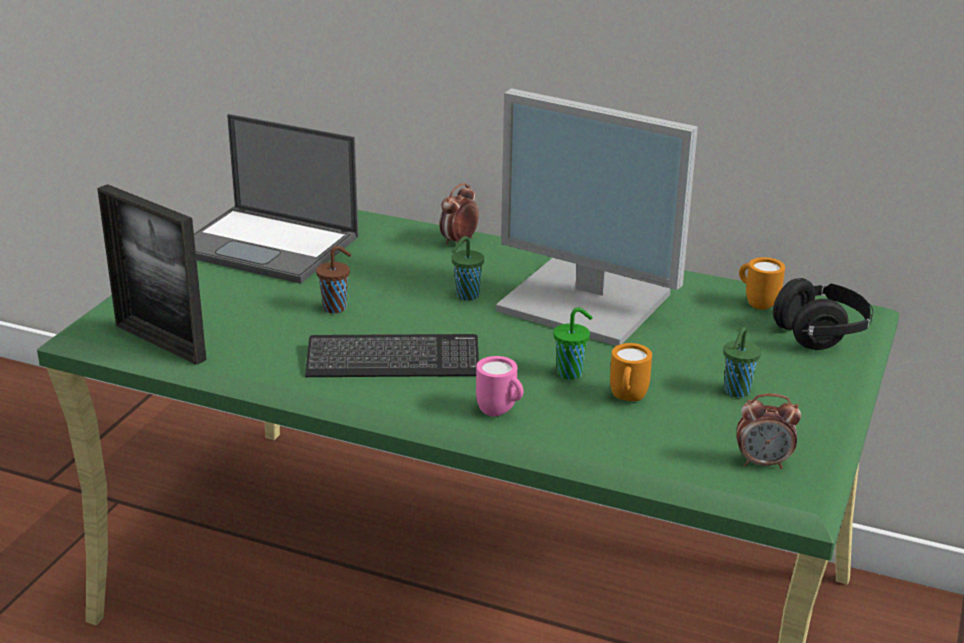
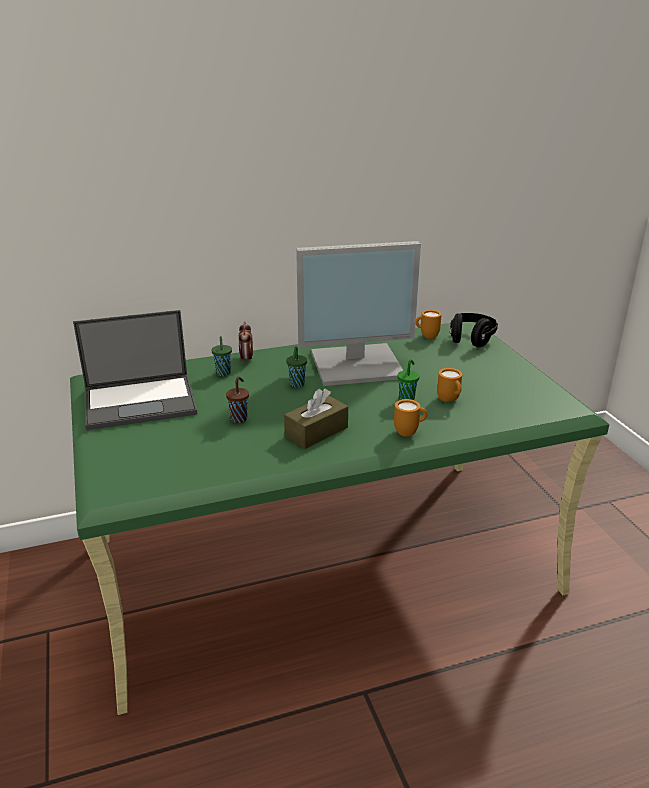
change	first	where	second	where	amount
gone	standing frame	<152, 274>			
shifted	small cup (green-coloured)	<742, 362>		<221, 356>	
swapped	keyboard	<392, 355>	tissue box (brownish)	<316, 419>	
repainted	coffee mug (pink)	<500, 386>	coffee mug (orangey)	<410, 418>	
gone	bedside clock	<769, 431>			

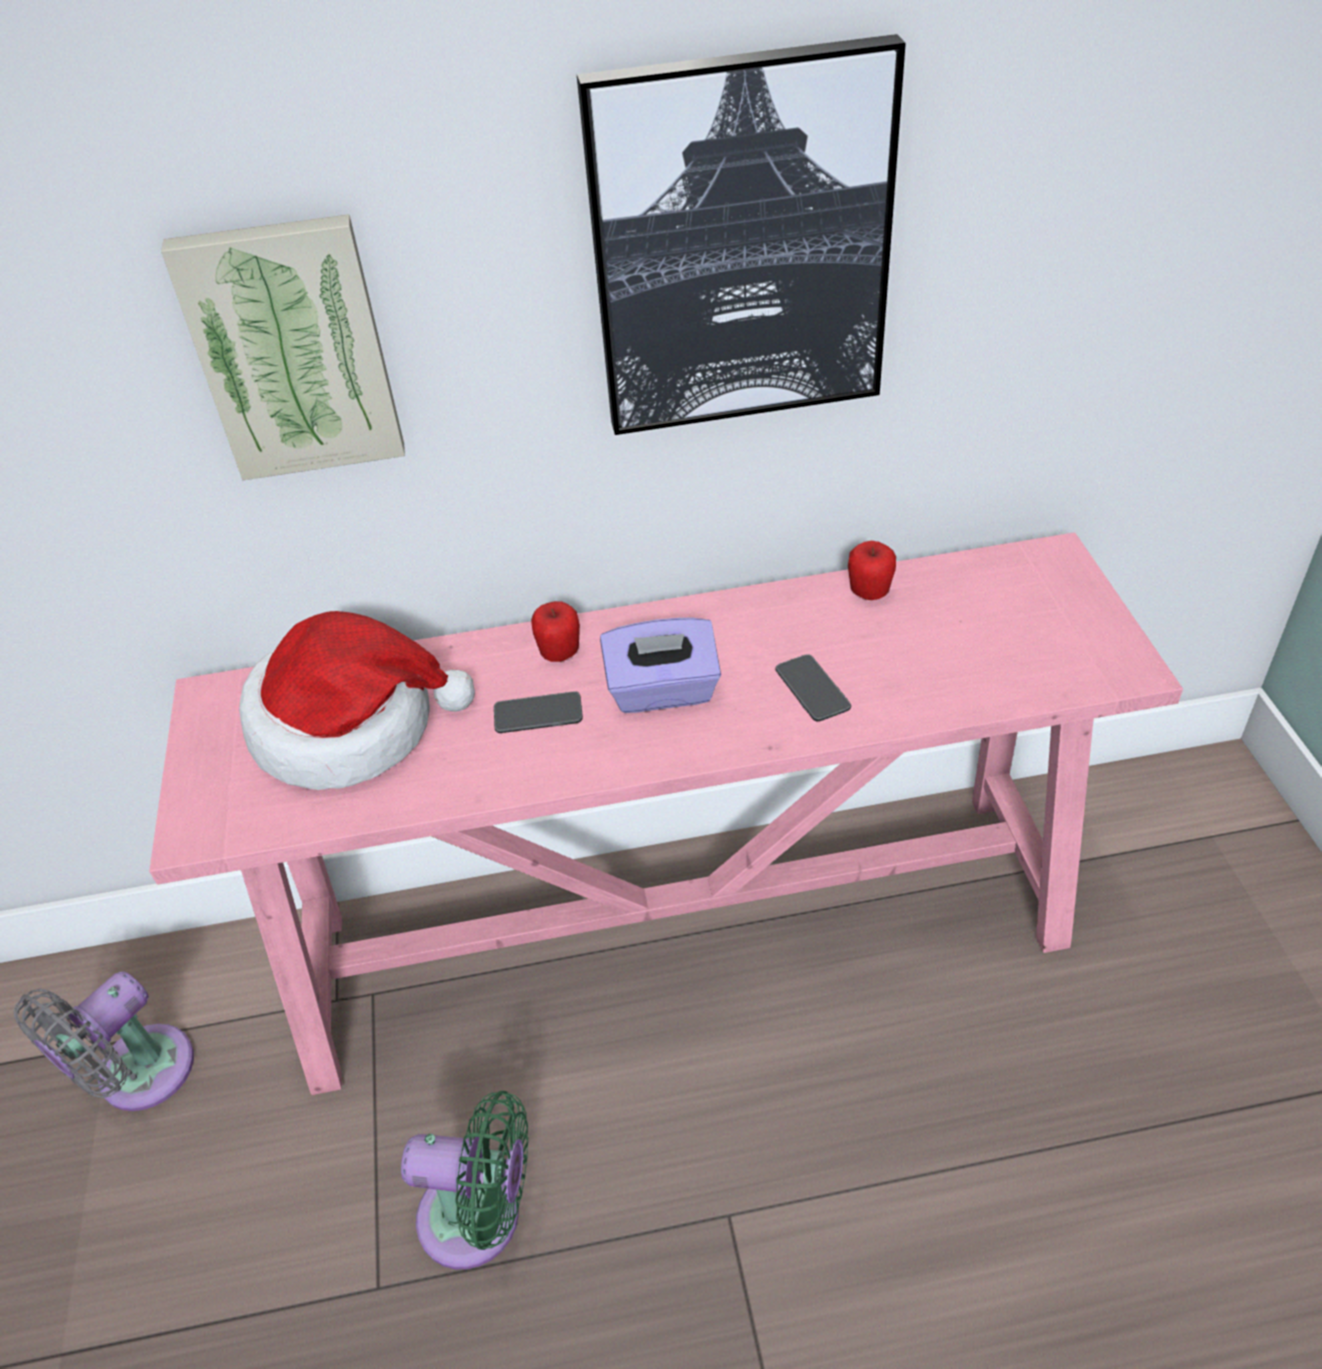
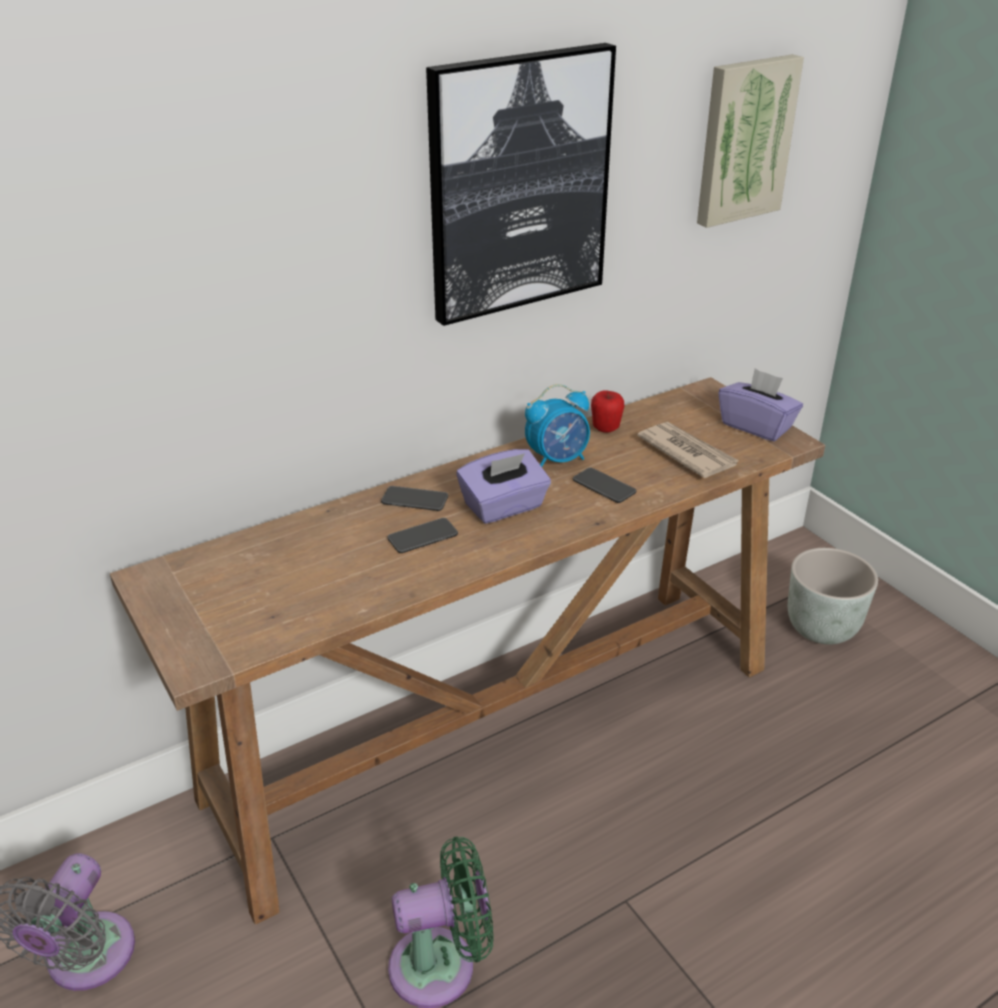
change	first	where	second	where	amount
shifted	wall picture	<283, 347>		<750, 141>	
repainted	narrow table (pink)	<666, 813>	narrow table (brownish)	<467, 651>	
swapped	apple	<555, 631>	phone	<414, 498>	
gone	clothing hat	<357, 700>			
new			tissue box (purple)	<761, 405>	
new			bedside clock	<557, 425>	
new			daily paper	<688, 450>	
new			plant pot (gray)	<833, 596>	

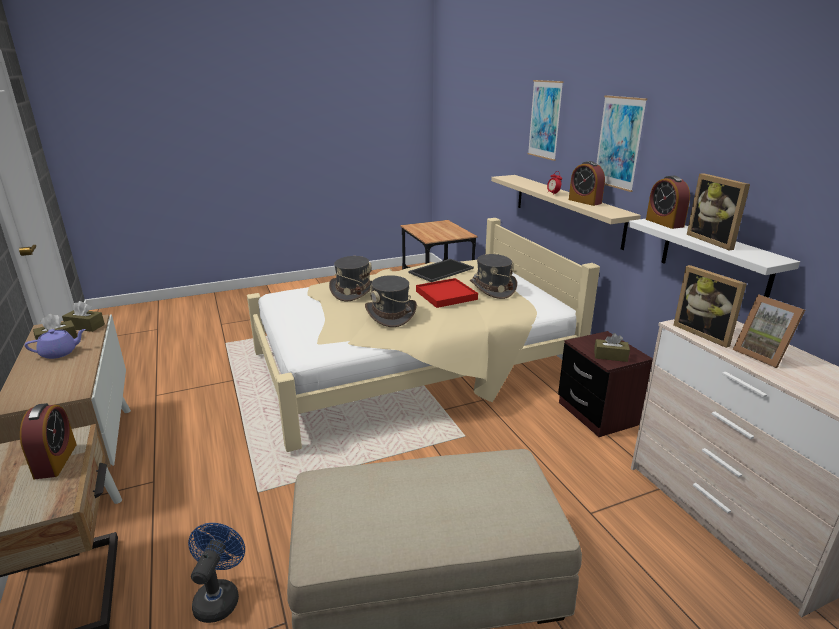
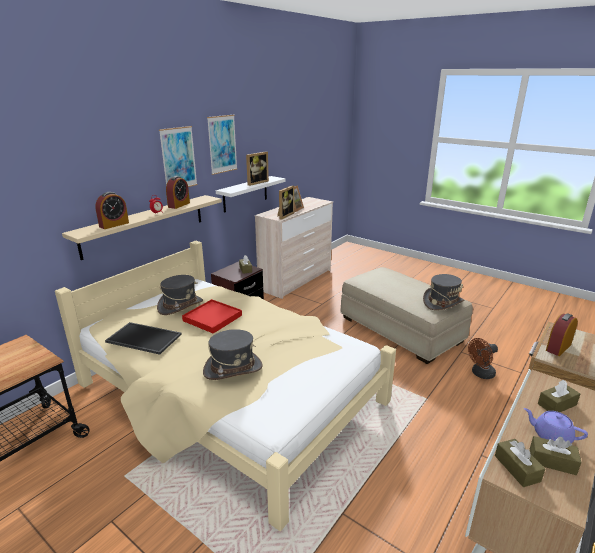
change	first	where	second	where	amount
shifted	wall picture	<546, 120>		<222, 145>	
shifted	bedside clock	<668, 202>		<112, 210>	
shifted	clothing hat (gray)	<391, 301>		<443, 292>	
repainted	electric fan (blue)	<216, 573>	electric fan (brownish)	<483, 358>	
new			tissue box (brownish)	<559, 396>	

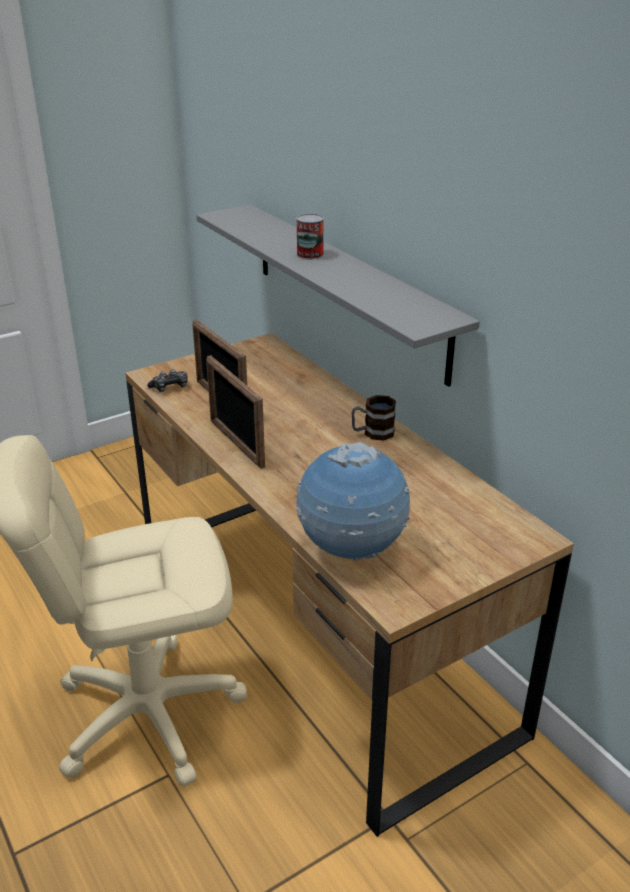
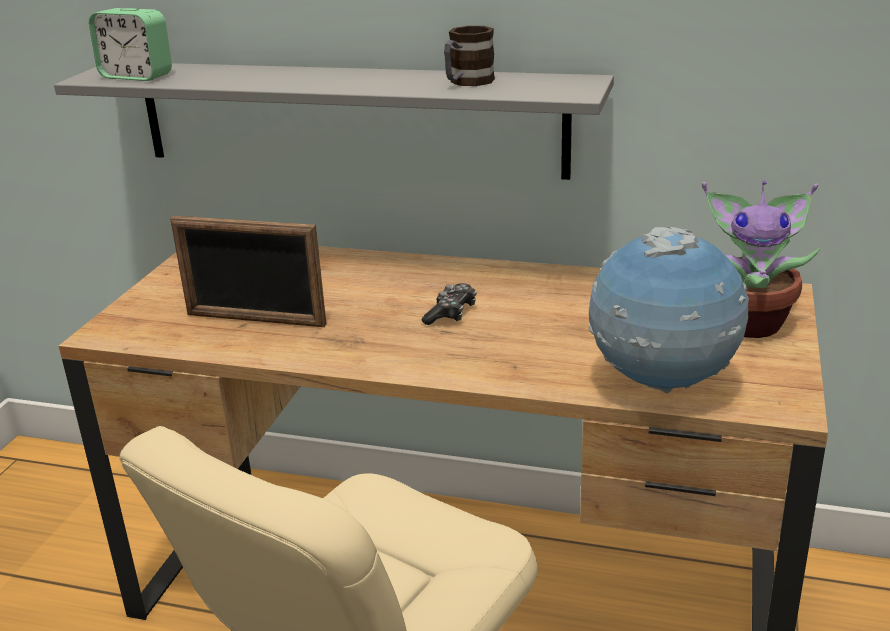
change	first	where	second	where	amount
gone	can	<310, 236>			
gone	standing frame	<235, 412>			
shifted	game controller	<167, 380>		<449, 304>	
shifted	coffee mug	<373, 418>		<469, 56>	
new			bedside clock	<130, 44>	
new			houseplant	<760, 259>	

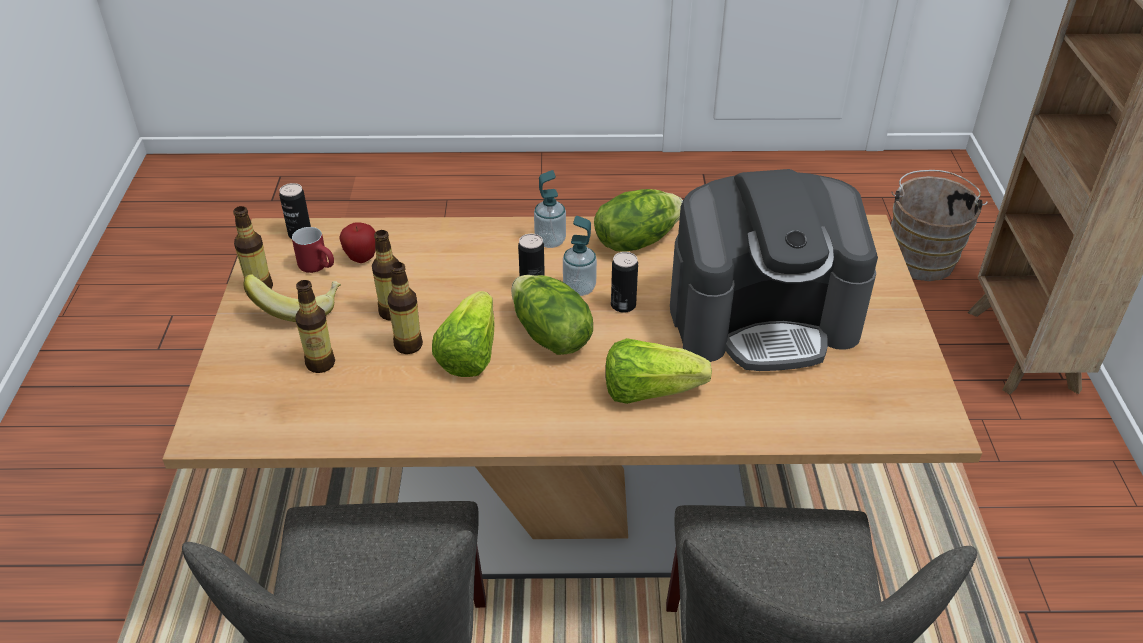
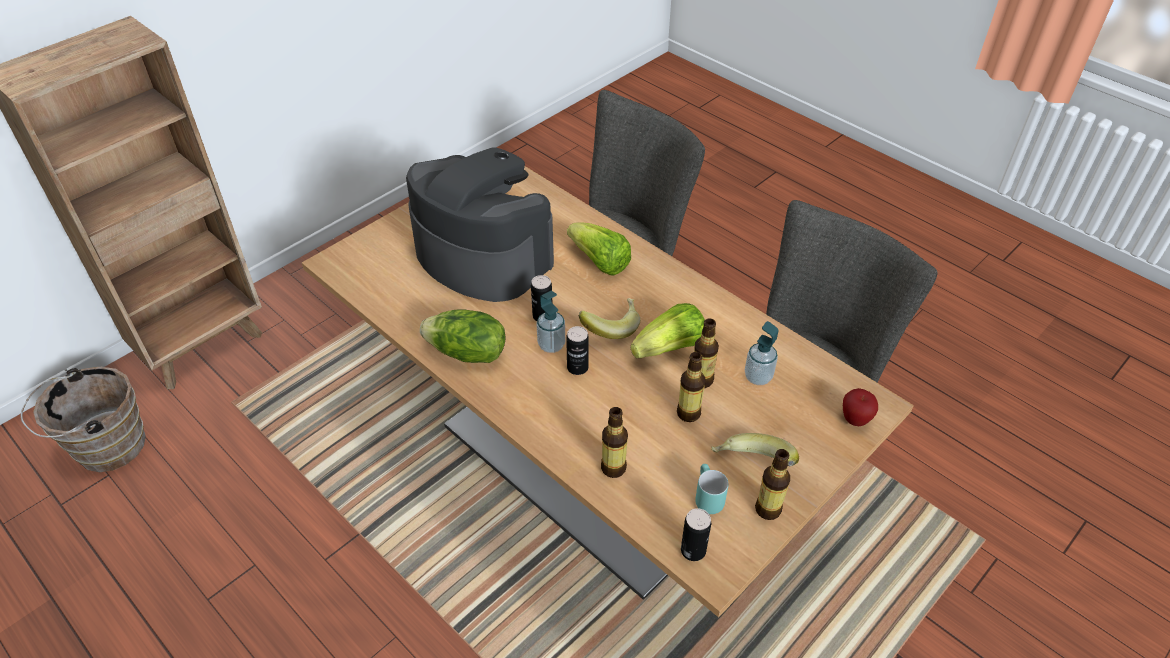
change	first	where	second	where	amount
shifted	liquid soap bottle	<550, 209>		<762, 353>	
shifted	apple	<357, 242>		<860, 407>	
repainted	coffee mug (red)	<313, 250>	coffee mug (blue-green)	<712, 489>	
swapped	lettuce	<552, 315>	whole banana	<609, 318>	
shifted	beverage bottle	<315, 326>		<614, 442>	

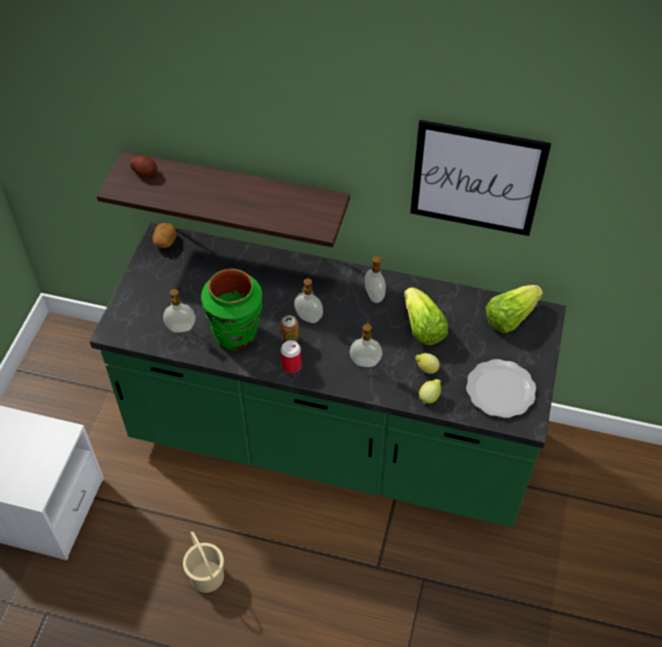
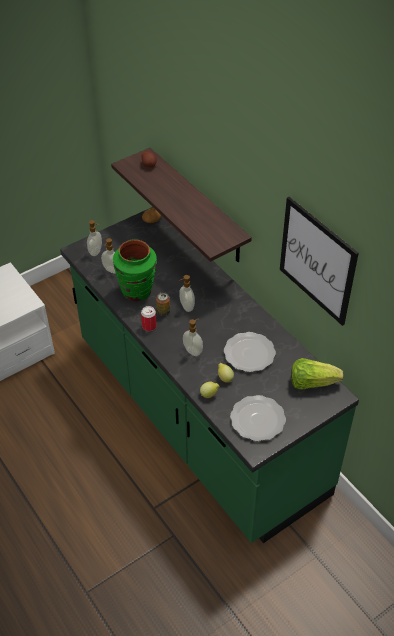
change	first	where	second	where	amount
shifted	liquid soap bottle	<376, 279>		<94, 238>	
swapped	lettuce	<426, 316>	plate	<250, 352>	
gone	bucket (beige-coloured)	<203, 562>			

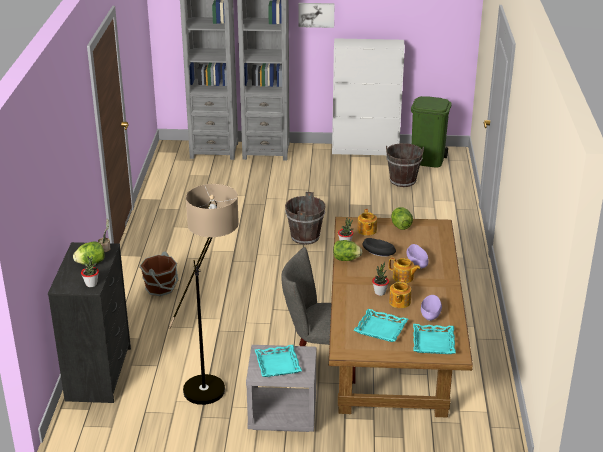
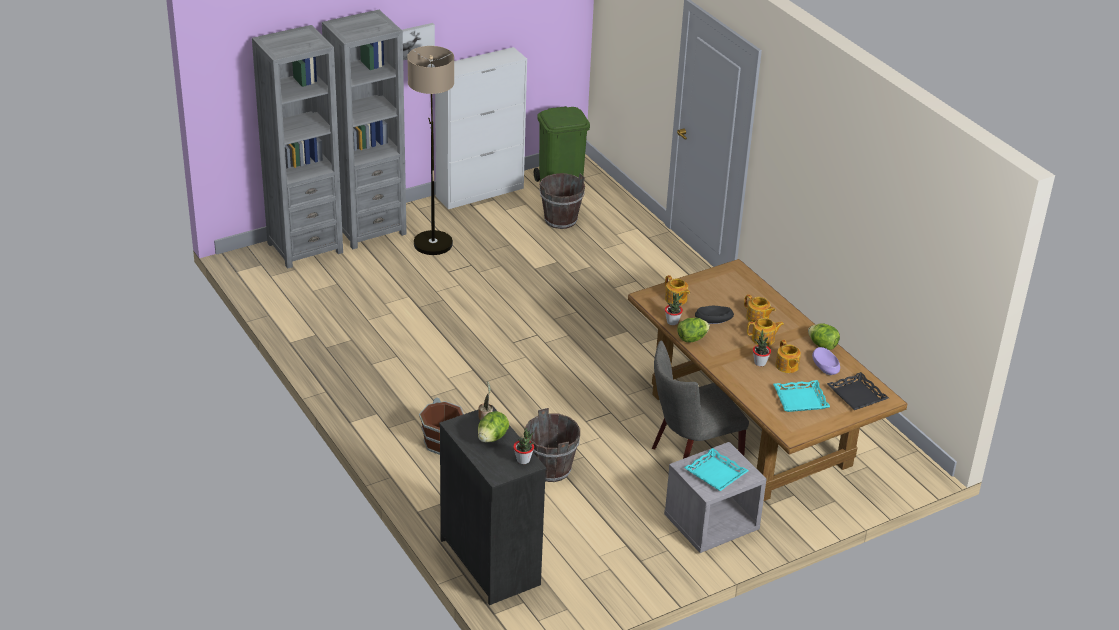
change	first	where	second	where	amount
shifted	standing lamp	<204, 294>		<430, 150>	
shifted	bucket (brownish)	<305, 218>		<552, 445>	
shifted	lettuce	<402, 218>		<824, 336>	
swapped	deep dish (purple)	<417, 256>	pot for tea	<759, 308>	
repainted	carrying tray (blue-green)	<434, 339>	carrying tray (blackish)	<858, 391>	

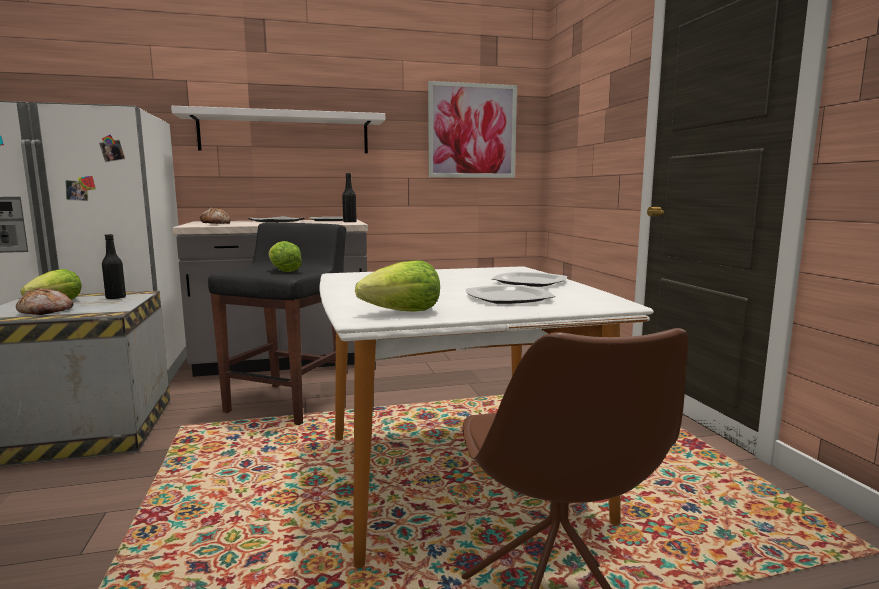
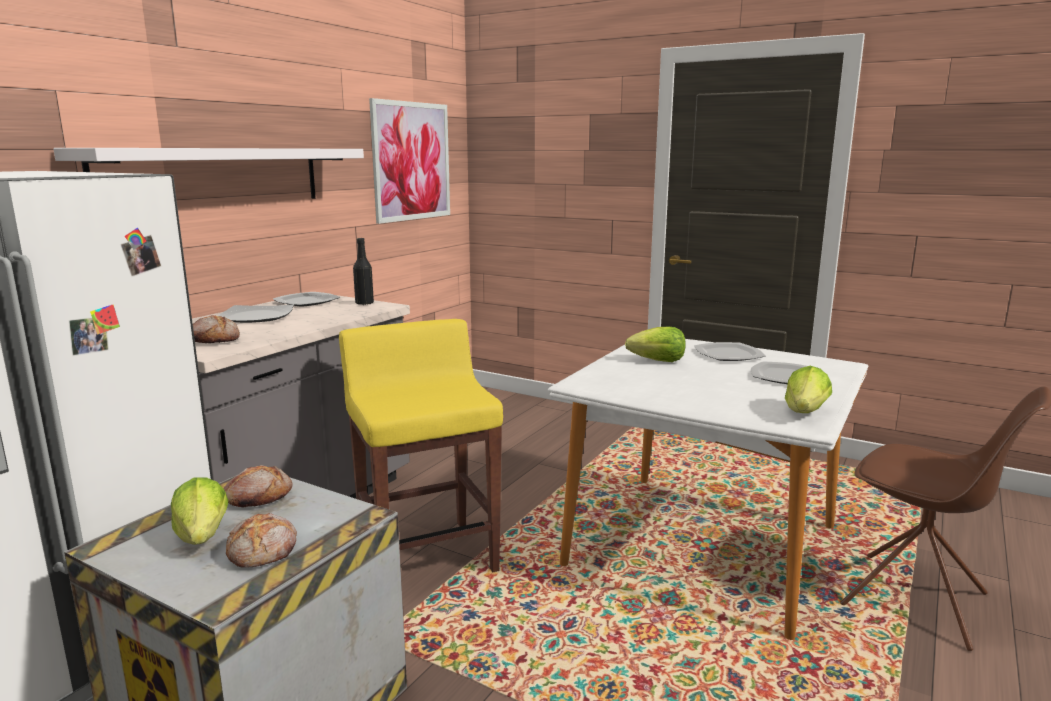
change	first	where	second	where	amount
repainted	stool seat (blackish)	<277, 324>	stool seat (yellowish)	<421, 445>	
swapped	beverage bottle (blackish)	<114, 266>	baked bread	<258, 486>	
shifted	lettuce	<285, 256>		<655, 344>	

